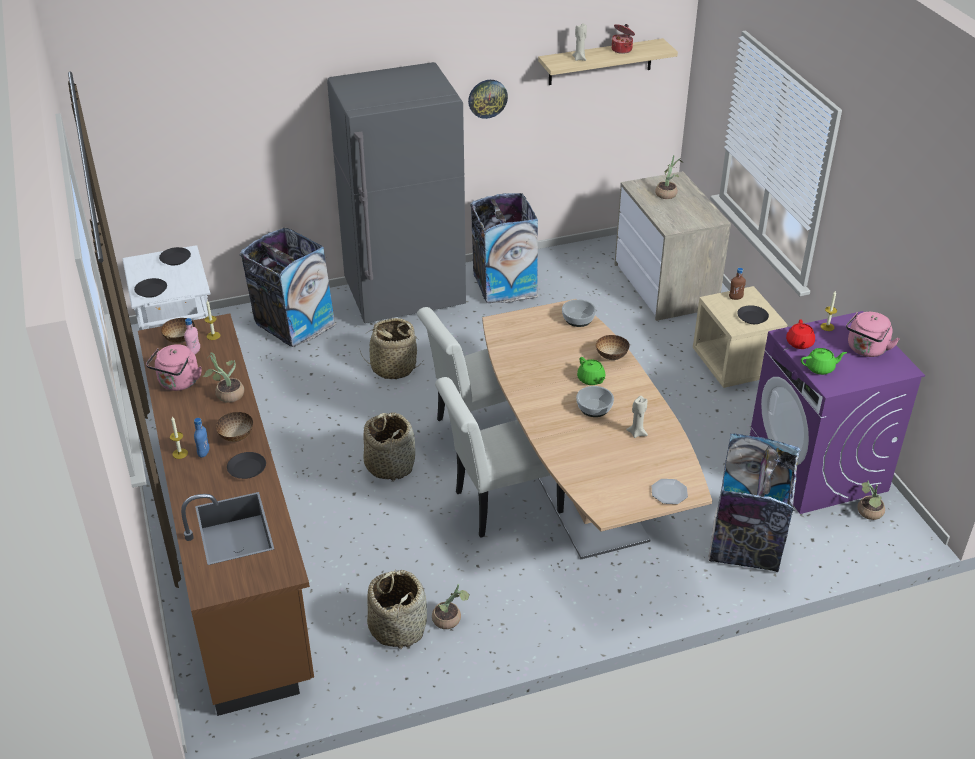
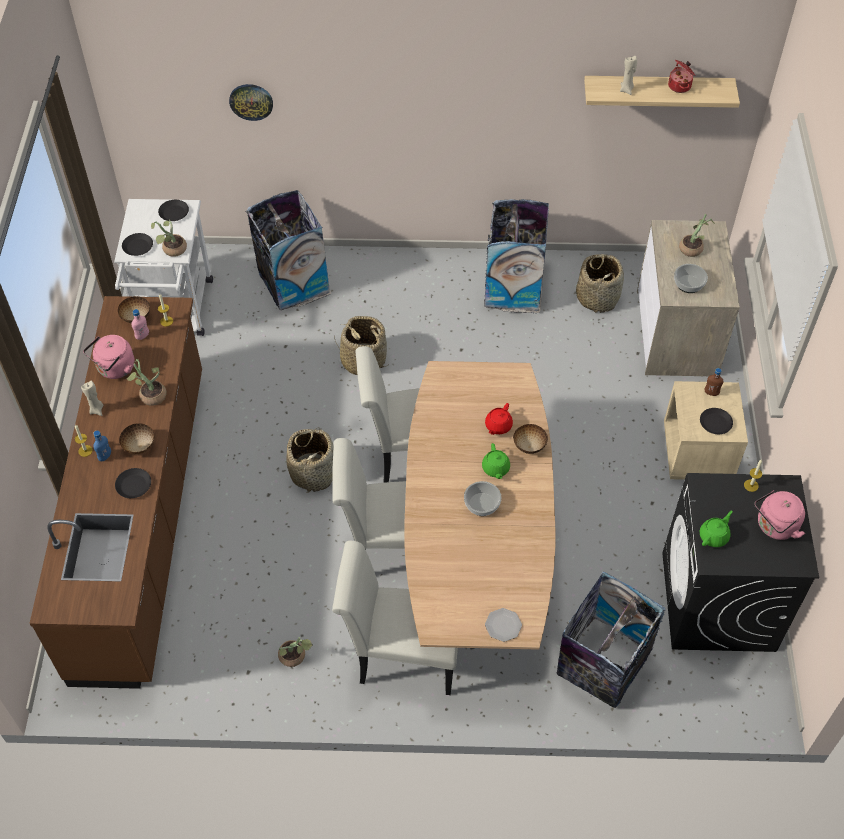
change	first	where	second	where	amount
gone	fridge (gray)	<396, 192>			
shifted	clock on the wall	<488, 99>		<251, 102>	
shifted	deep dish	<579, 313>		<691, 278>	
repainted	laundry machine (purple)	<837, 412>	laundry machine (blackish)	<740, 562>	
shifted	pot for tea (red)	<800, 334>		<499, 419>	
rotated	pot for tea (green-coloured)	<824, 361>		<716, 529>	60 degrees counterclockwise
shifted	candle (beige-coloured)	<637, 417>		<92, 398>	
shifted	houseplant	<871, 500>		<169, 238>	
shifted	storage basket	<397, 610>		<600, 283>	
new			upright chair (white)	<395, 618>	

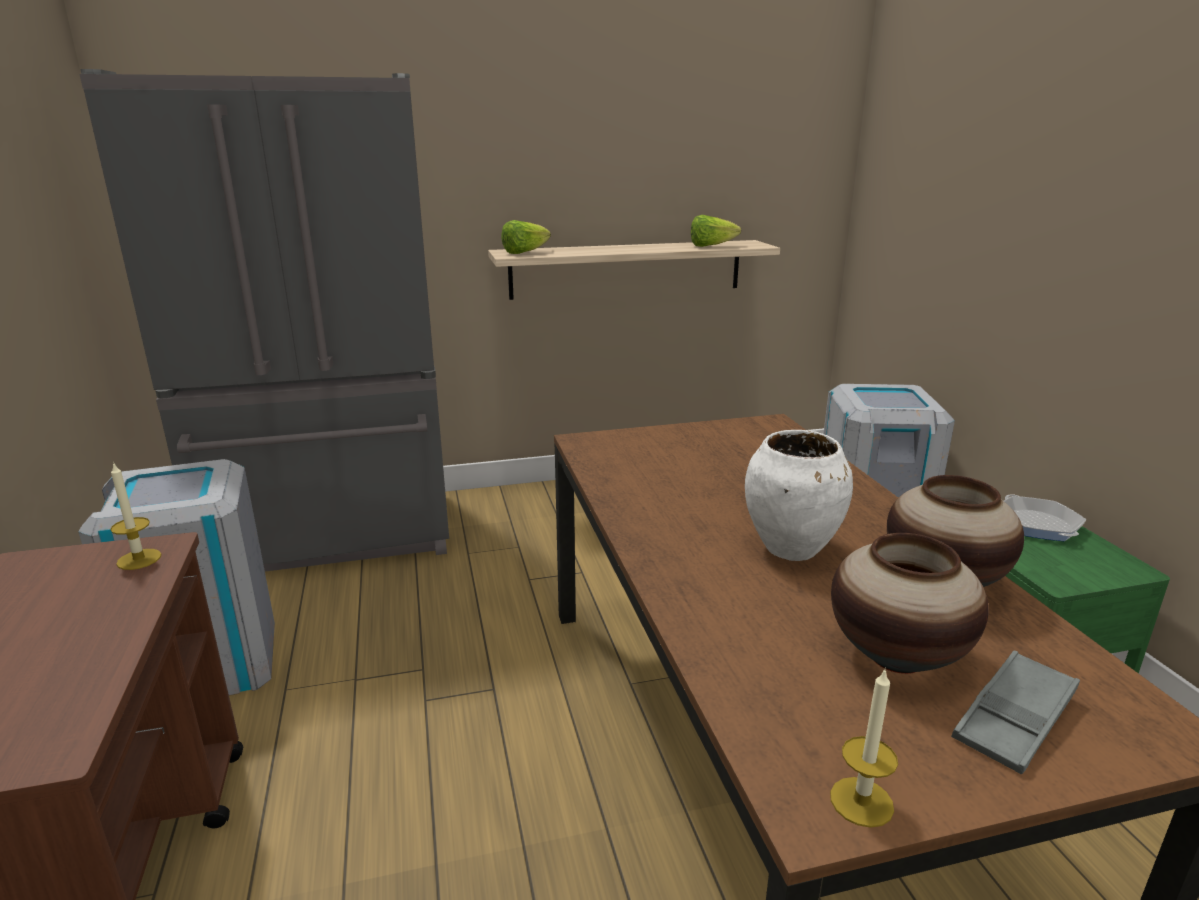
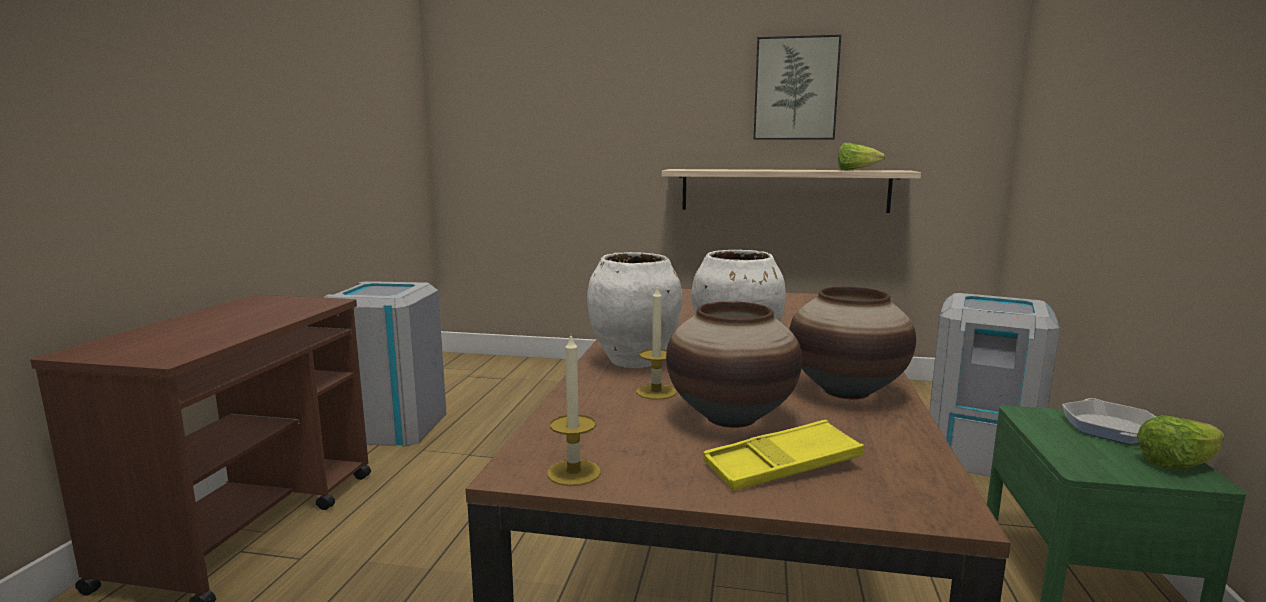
change	first	where	second	where	amount
gone	fridge (gray)	<264, 320>			
shifted	lettuce	<526, 237>		<1180, 442>	
shifted	candle	<135, 516>		<656, 344>	
repainted	carrying tray (gray)	<1015, 712>	carrying tray (yellowish)	<783, 455>	
new			wall picture	<797, 87>	
new			flower vase (white)	<634, 310>	

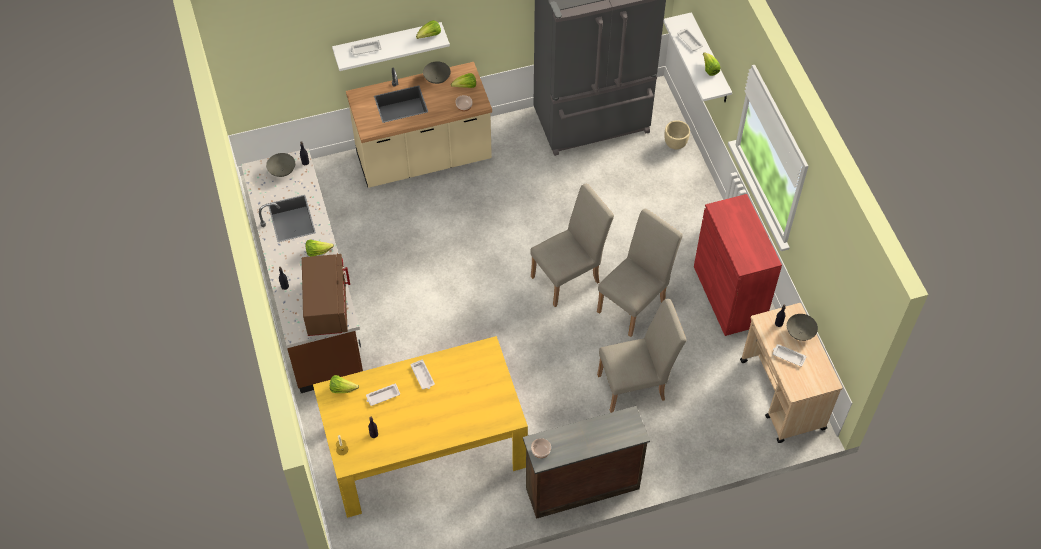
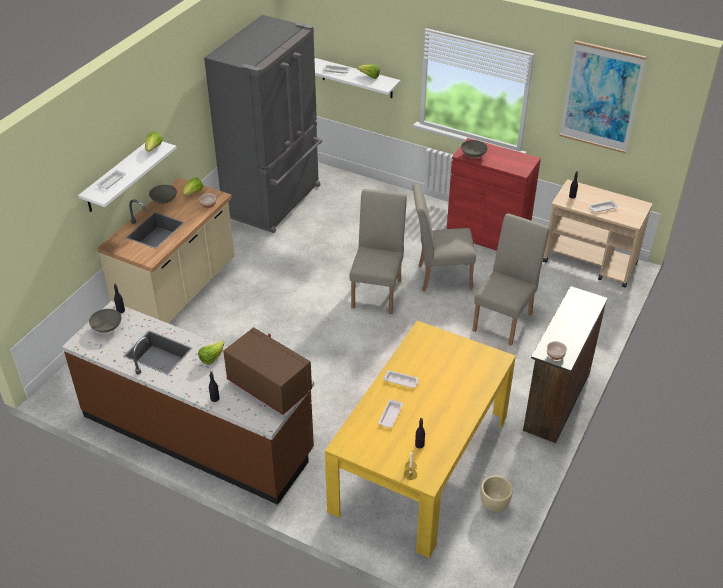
change	first	where	second	where	amount
shifted	plant pot (beige-coloured)	<677, 134>		<497, 494>	
rotated	upright chair (beige-coloured)	<640, 272>		<444, 237>	90 degrees counterclockwise
shifted	deep dish (gray)	<802, 327>		<474, 149>	
gone	lettuce	<344, 384>			
new			wall picture	<603, 96>	

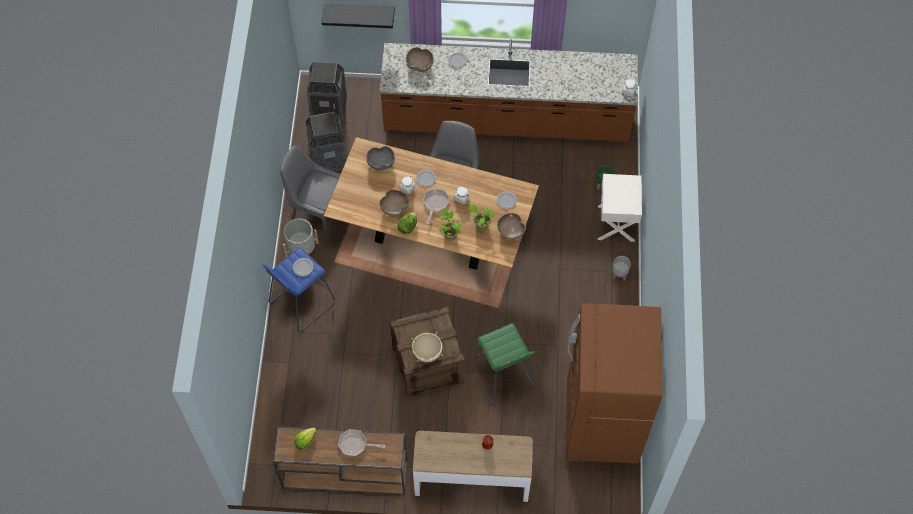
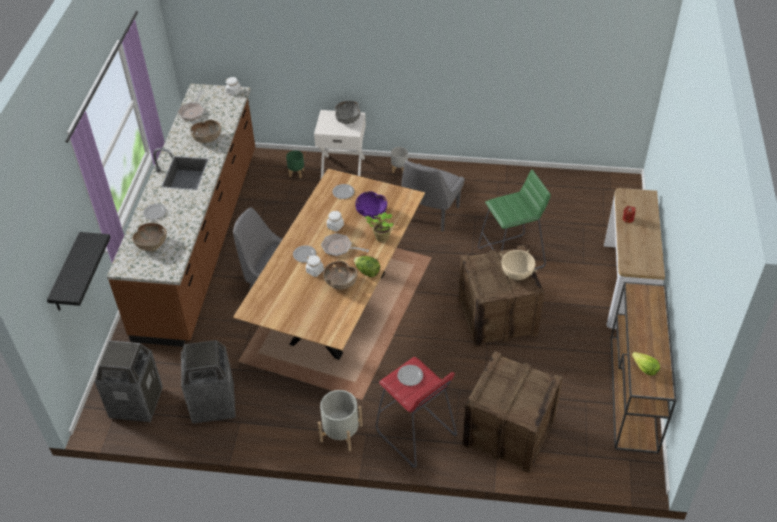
change	first	where	second	where	amount
shifted	upright chair (gray)	<310, 187>		<433, 196>	
shifted	deep dish (gray)	<380, 158>		<347, 112>	
swapped	houseplant	<482, 218>	deep dish (purple)	<371, 205>	
shifted	deep dish (brownish)	<511, 226>		<205, 131>	
repainted	stool seat (blue)	<298, 289>	stool seat (red)	<416, 412>	
gone	fridge (brownish)	<614, 383>			
shifted	frying pan	<361, 442>		<190, 105>	
new			packing crate	<512, 412>	

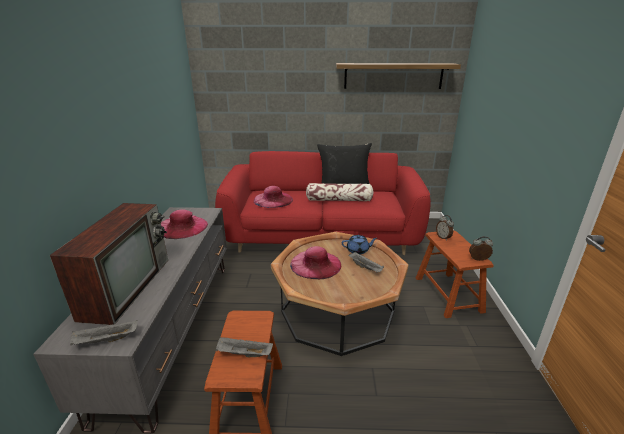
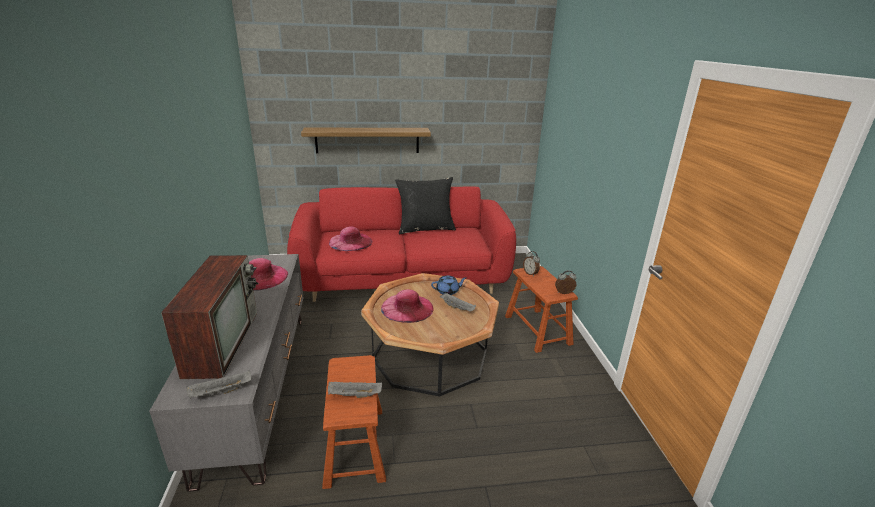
change	first	where	second	where	amount
shifted	shelf	<398, 76>		<366, 140>	
gone	cushion	<340, 192>			

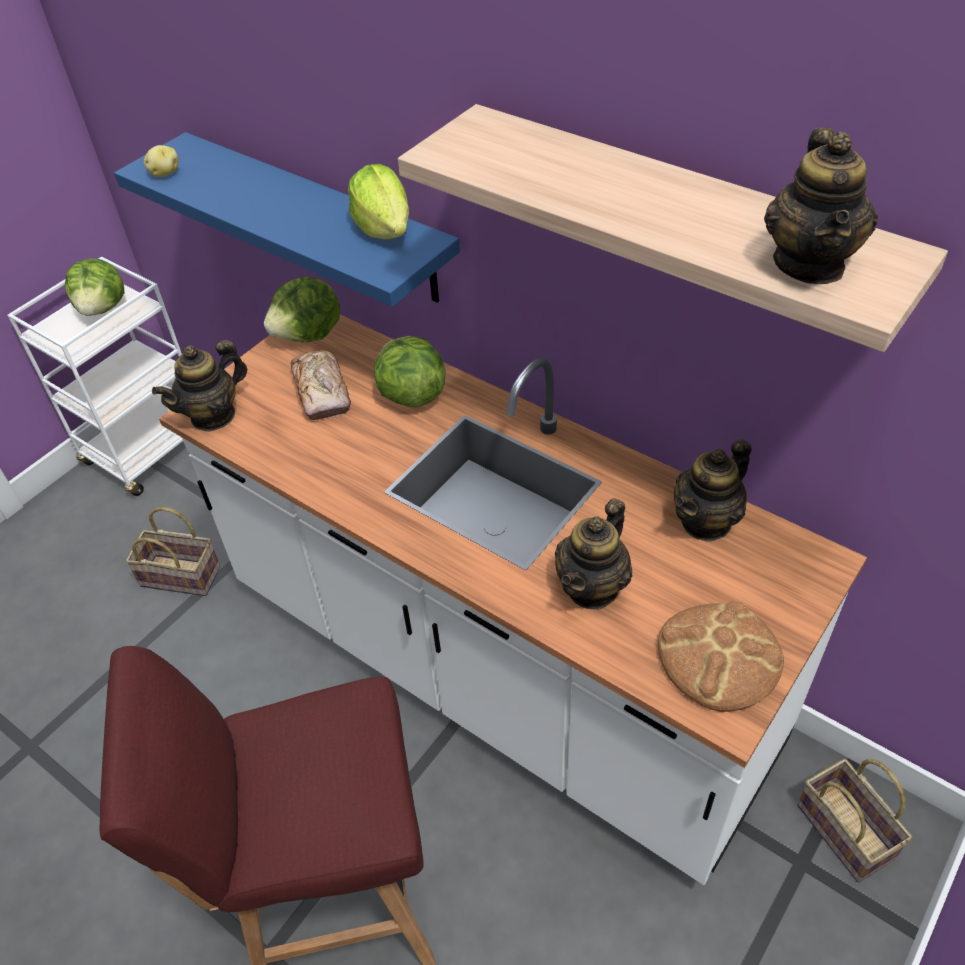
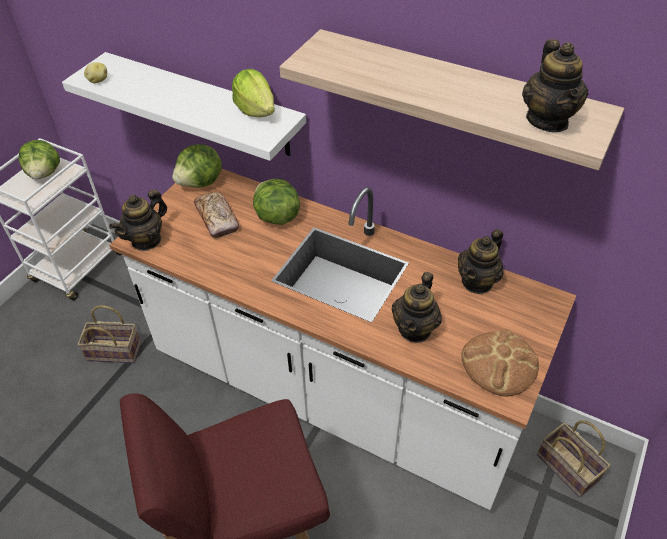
change	first	where	second	where	amount
repainted	shelf (blue)	<287, 219>	shelf (white)	<184, 106>	

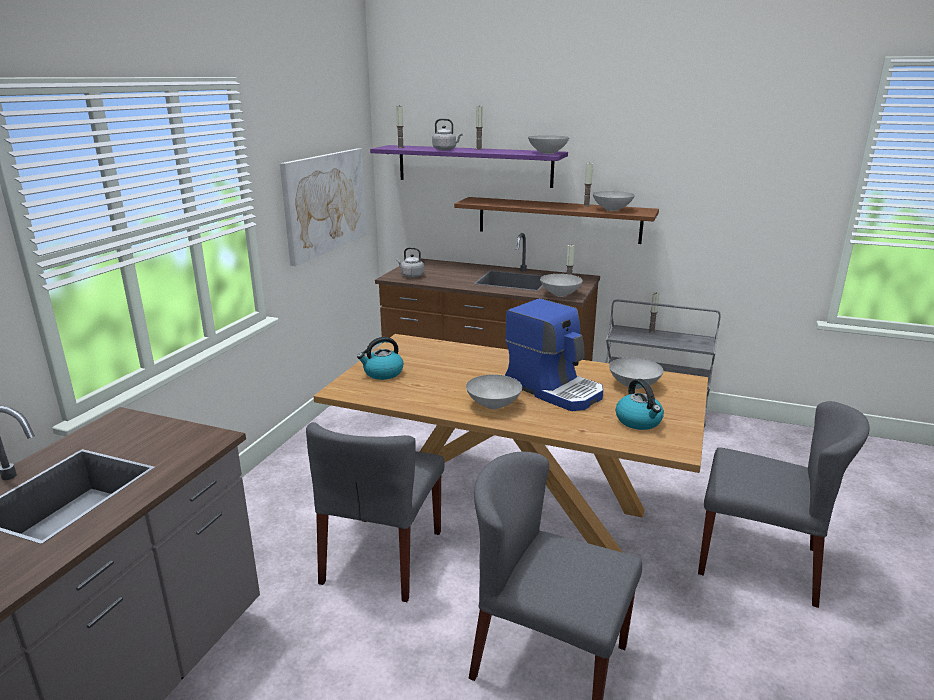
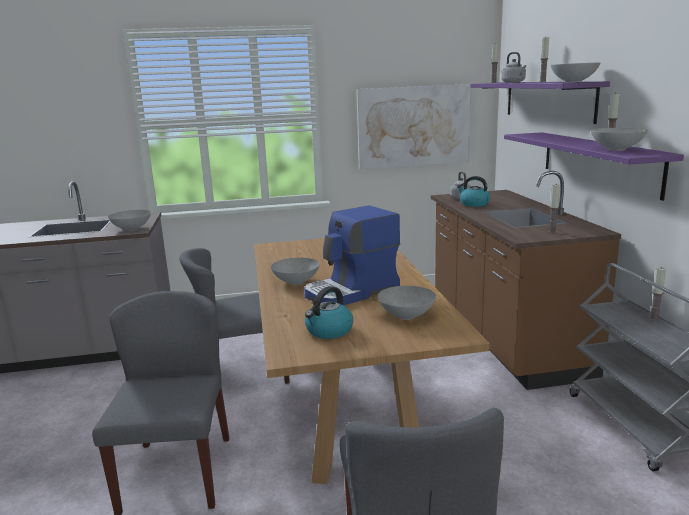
change	first	where	second	where	amount
repainted	shelf (brownish)	<556, 220>	shelf (purple)	<594, 166>	
shifted	deep dish (gray)	<561, 285>		<129, 220>	
rotated	coffee brewer	<554, 354>		<352, 255>	45 degrees clockwise
shifted	tea kettle	<380, 358>		<473, 191>	

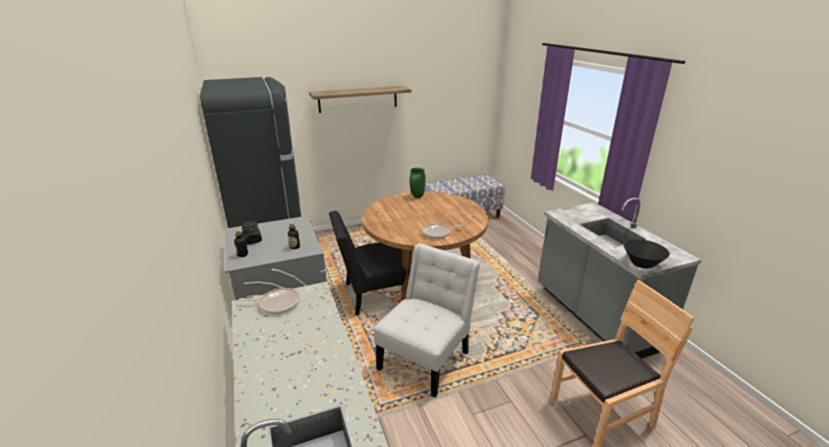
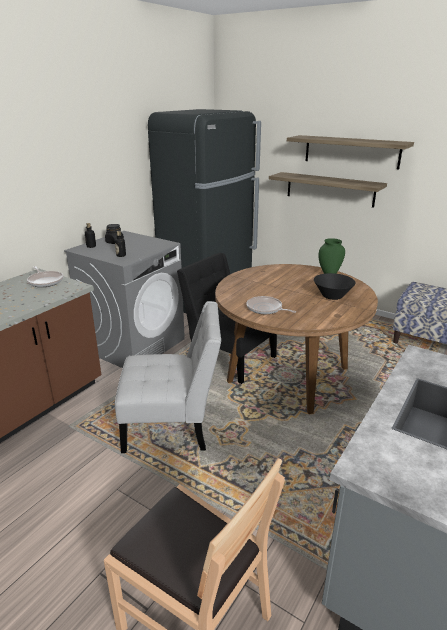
change	first	where	second	where	amount
shifted	deep dish (blackish)	<647, 254>		<335, 286>	
new			shelf	<328, 190>	

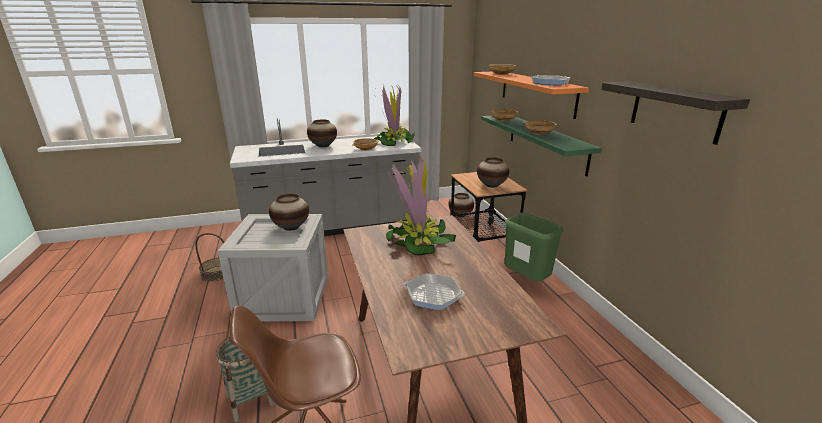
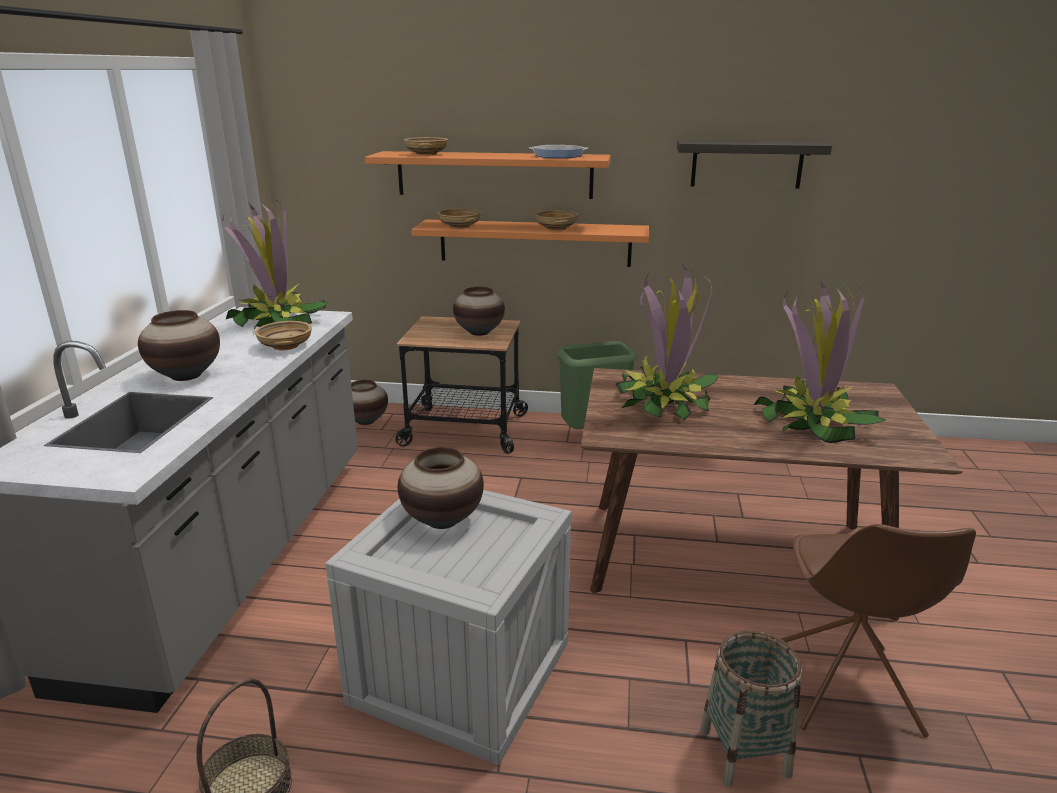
change	first	where	second	where	amount
repainted	shelf (green-coloured)	<541, 145>	shelf (orangey)	<530, 243>	
swapped	frying pan	<434, 291>	houseplant	<820, 361>	

